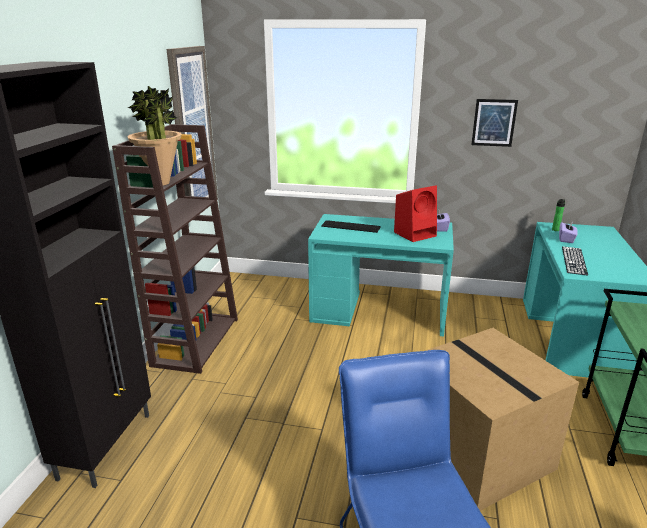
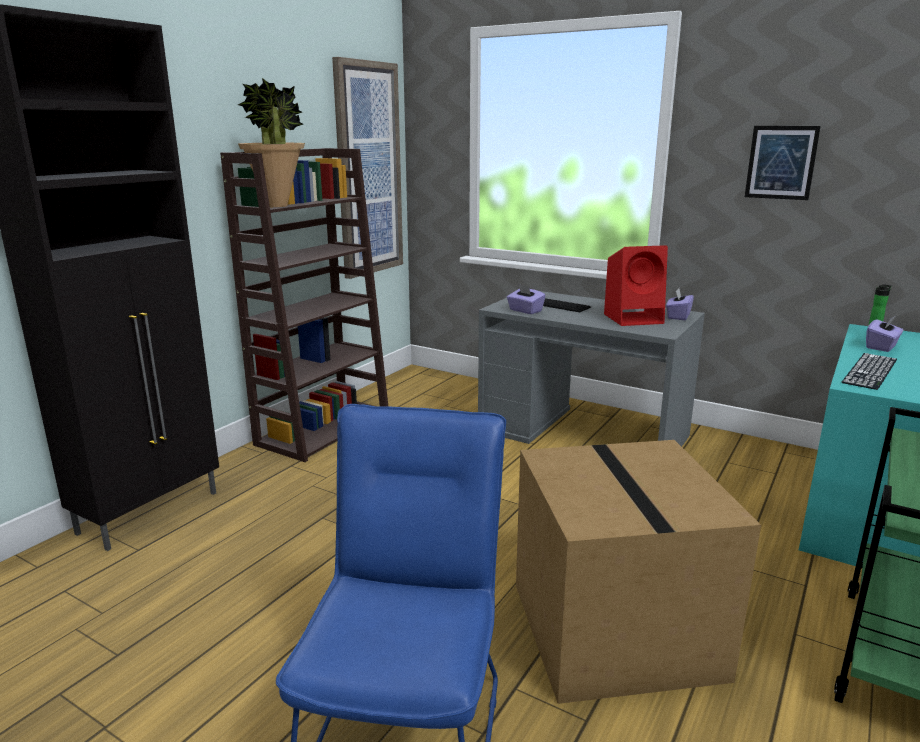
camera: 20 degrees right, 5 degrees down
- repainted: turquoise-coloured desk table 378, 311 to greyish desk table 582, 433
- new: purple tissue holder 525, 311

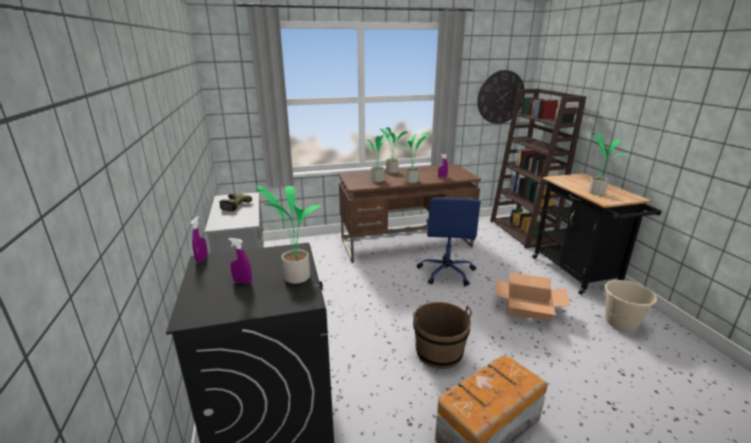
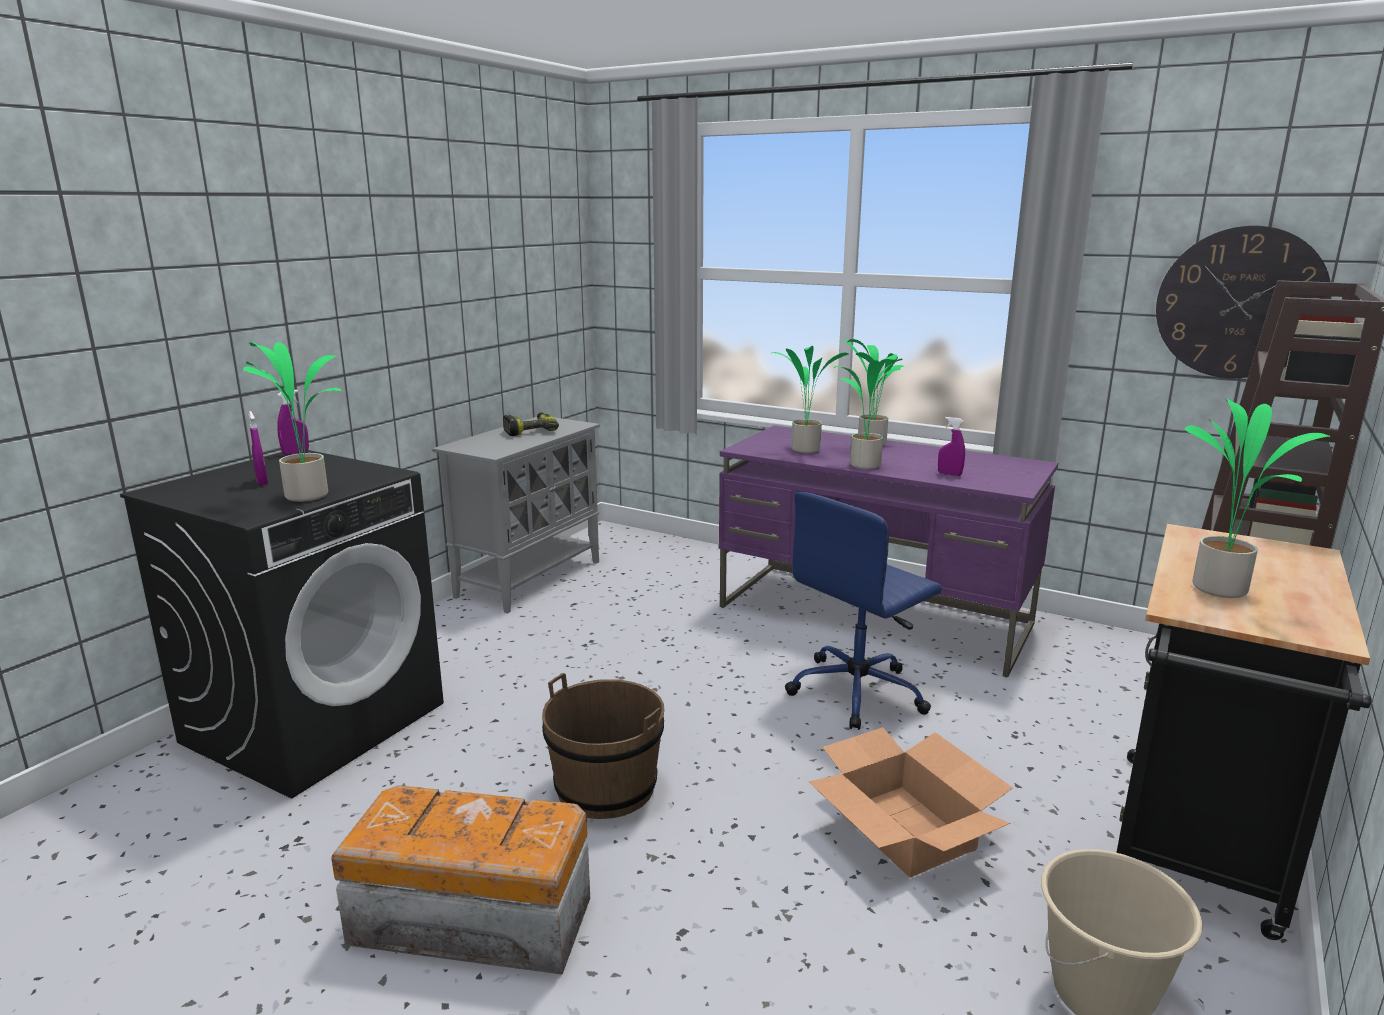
camera: 45 degrees right, 5 degrees down
- repainted: brownish desk table 406, 243 to purple desk table 875, 616

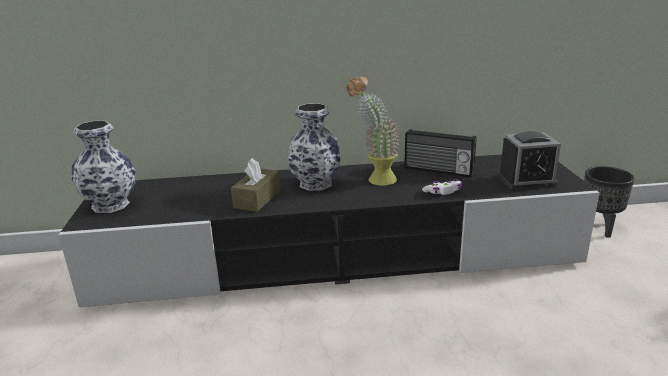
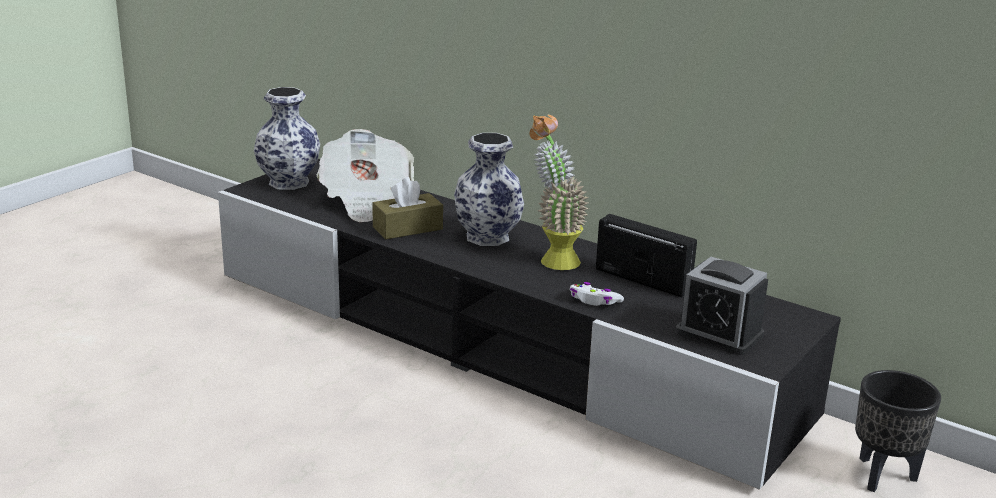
camera: 40 degrees right, 0 degrees up
- rotated: radio 438, 170 = 643, 279 150 degrees clockwise
- new: printed paper 367, 202

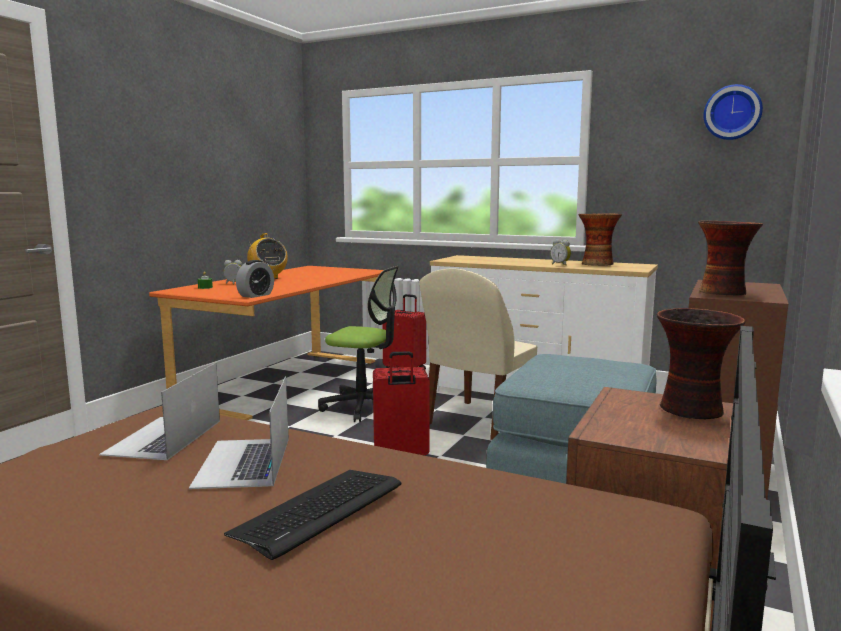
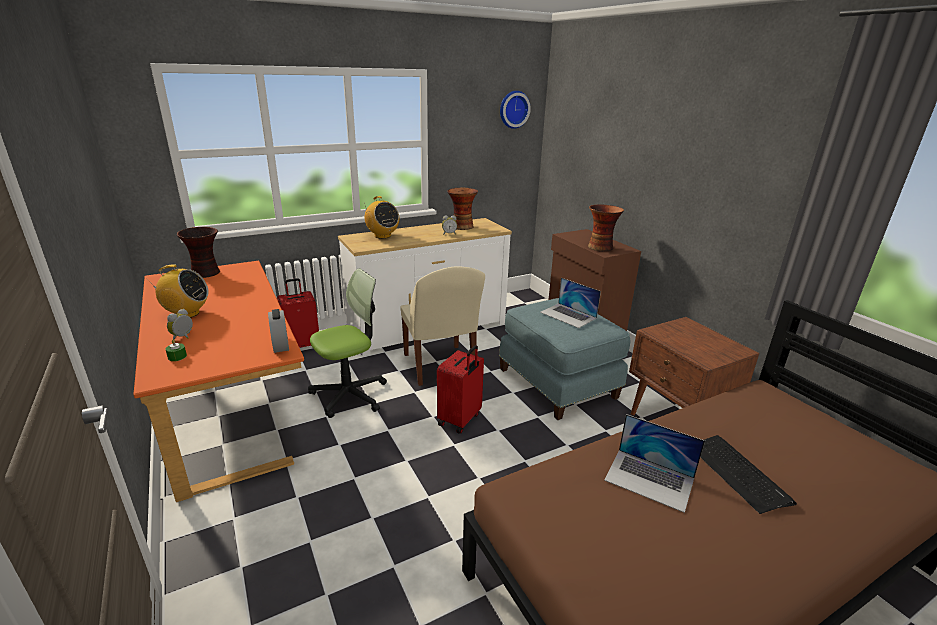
camera: 55 degrees left, 15 degrees up
- shifted: laptop 164, 437 to 568, 315
- shifted: decorative vase 693, 410 to 206, 273
- new: radio 382, 236

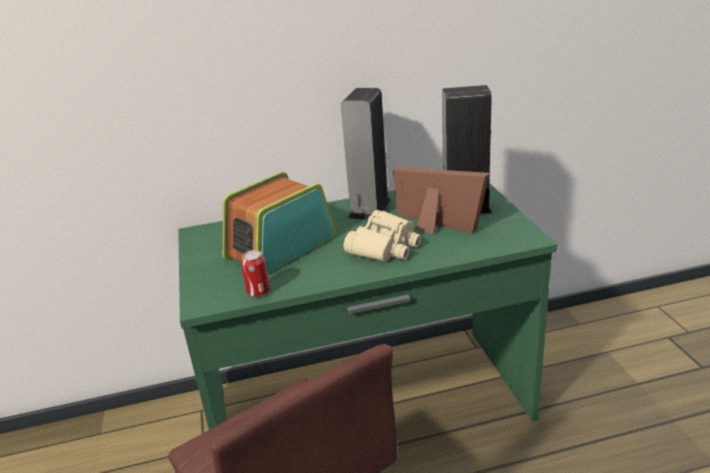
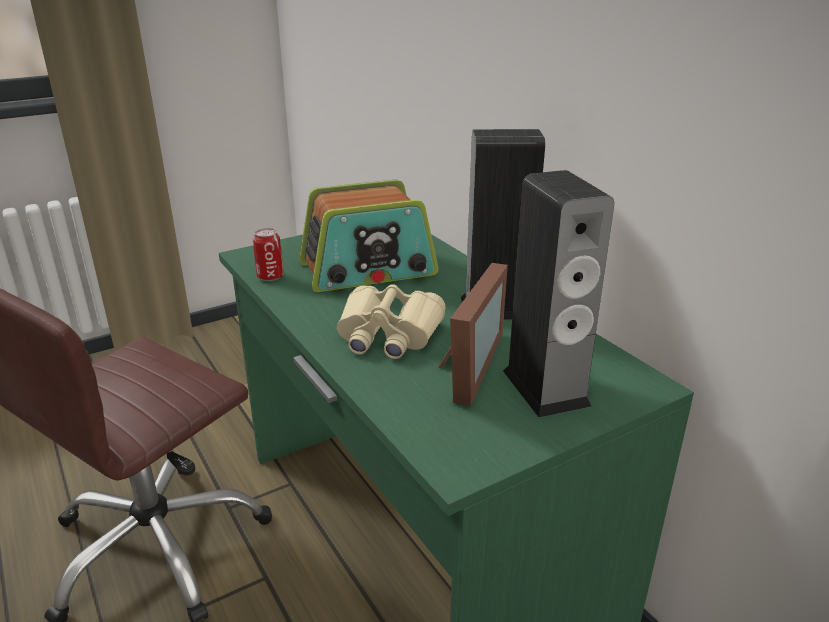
camera: 70 degrees right, 0 degrees up
- rotated: radio 280, 247 = 368, 270 135 degrees clockwise

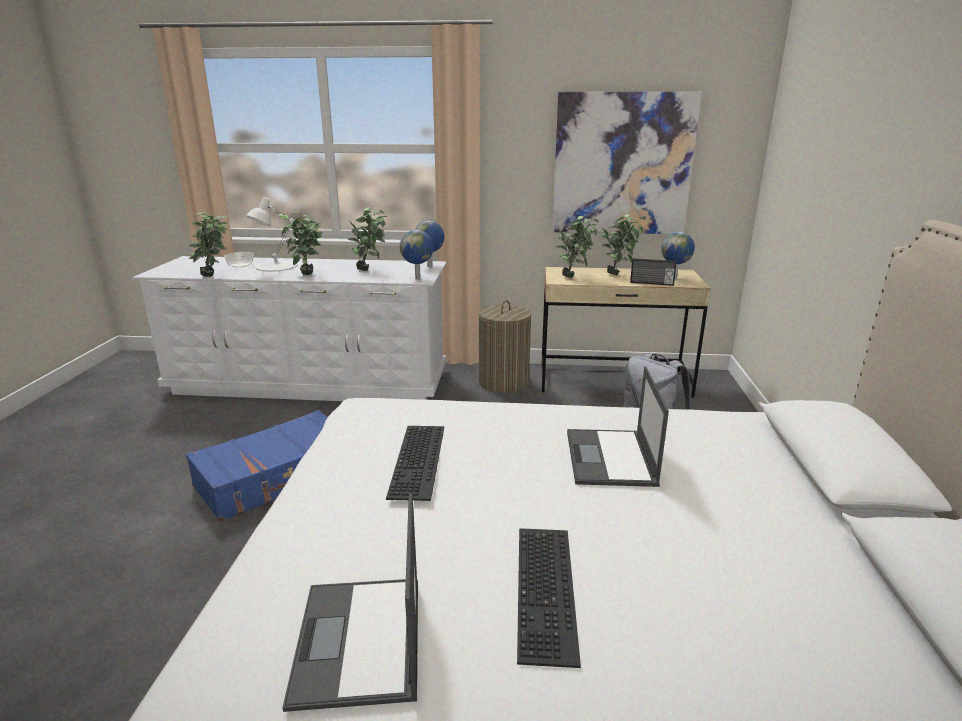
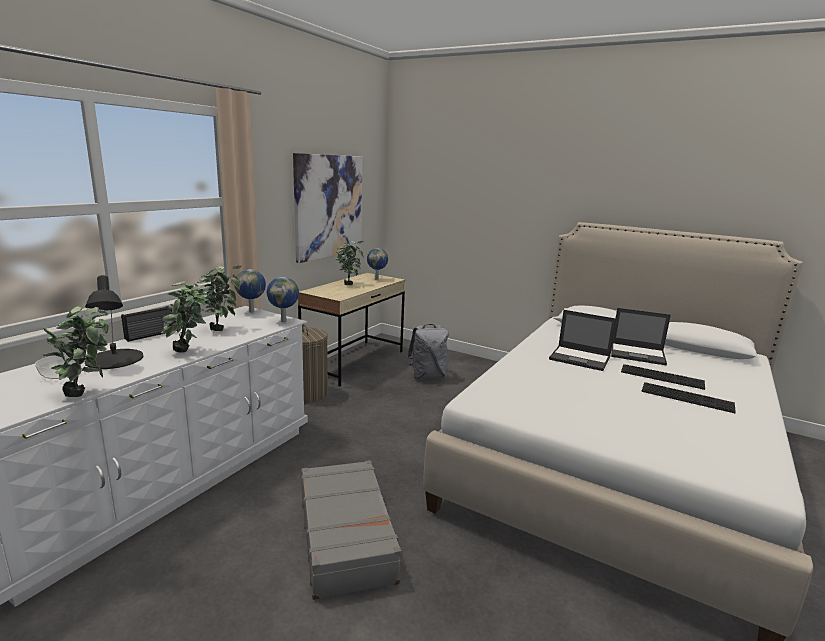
camera: 65 degrees left, 5 degrees down
- repainted: bluish suitcase 278, 477 to greyish suitcase 347, 536
- repainted: white table lamp 275, 266 to blackish table lamp 114, 359
- shifted: laptop 359, 642 to 638, 354
- shifted: computer keyboard 420, 461 to 663, 376
- gone: plant in a pot 575, 277
- shifted: radio 651, 283 to 150, 335

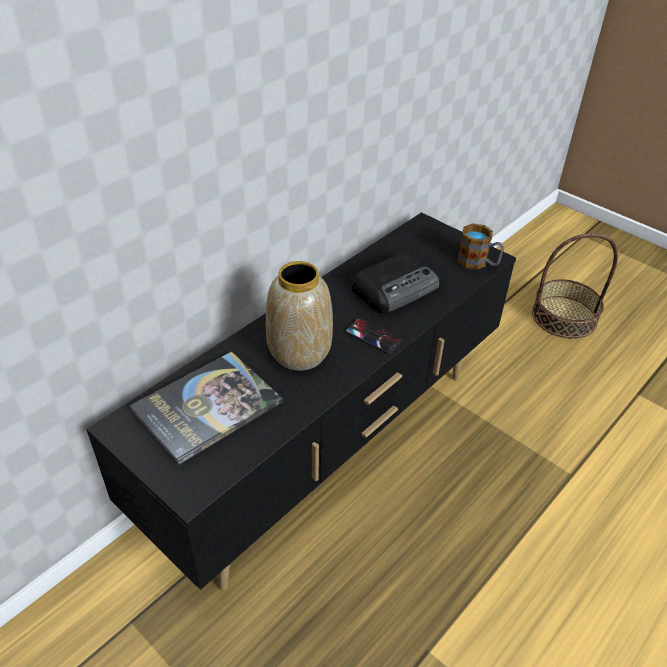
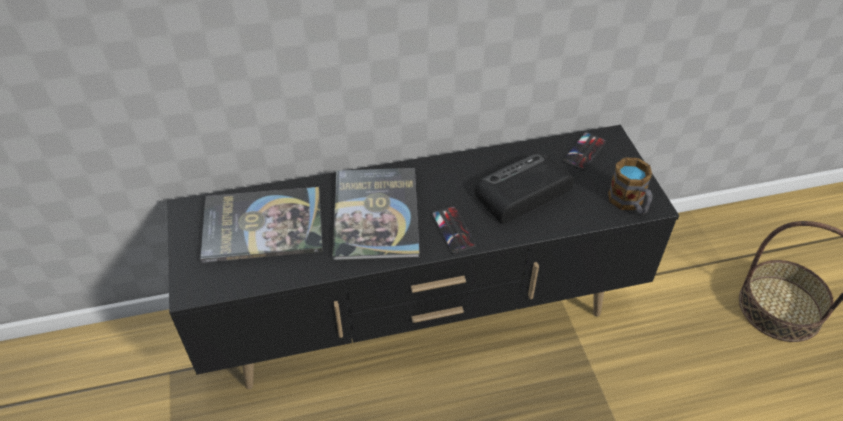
camera: 35 degrees right, 5 degrees up
- swapped: decorative vase 299, 352 to book 376, 214
- rotated: radio 398, 287 = 521, 193 150 degrees clockwise
- new: phone 584, 151

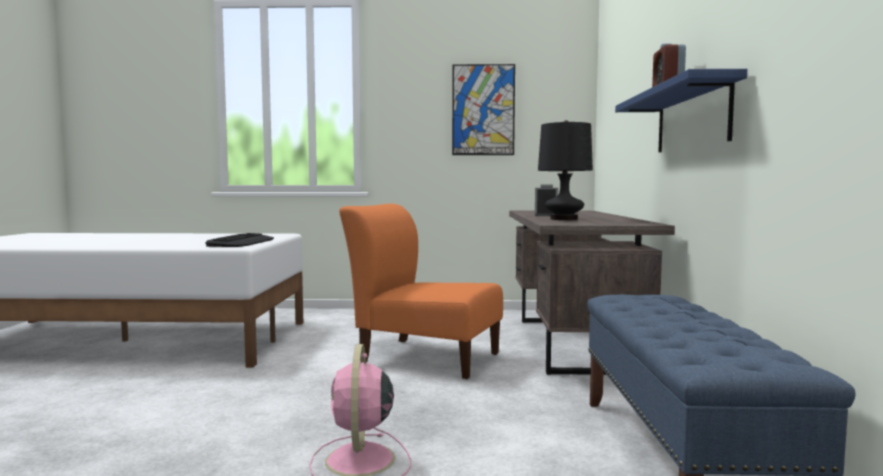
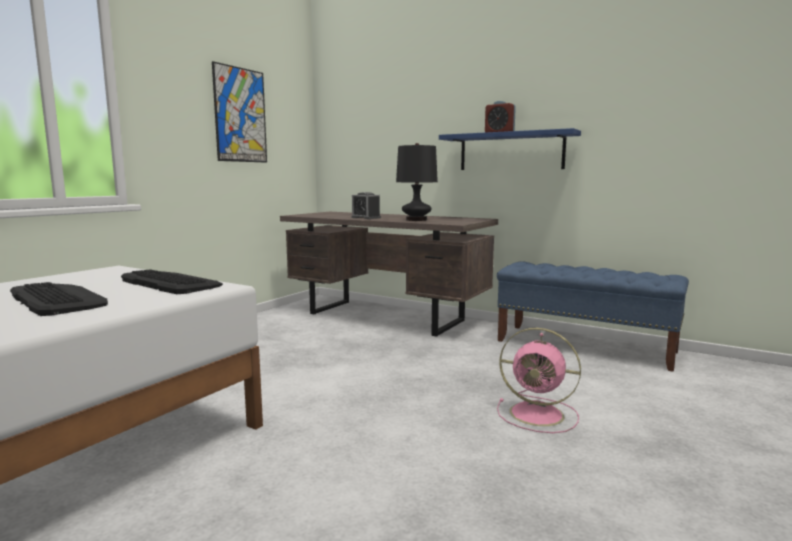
camera: 60 degrees left, 5 degrees up
- gone: orange plain chair 424, 357
- new: computer keyboard 58, 299

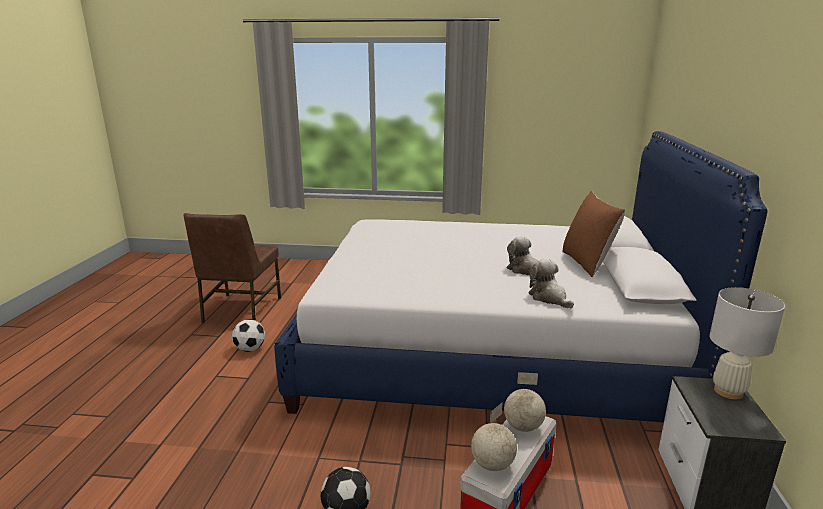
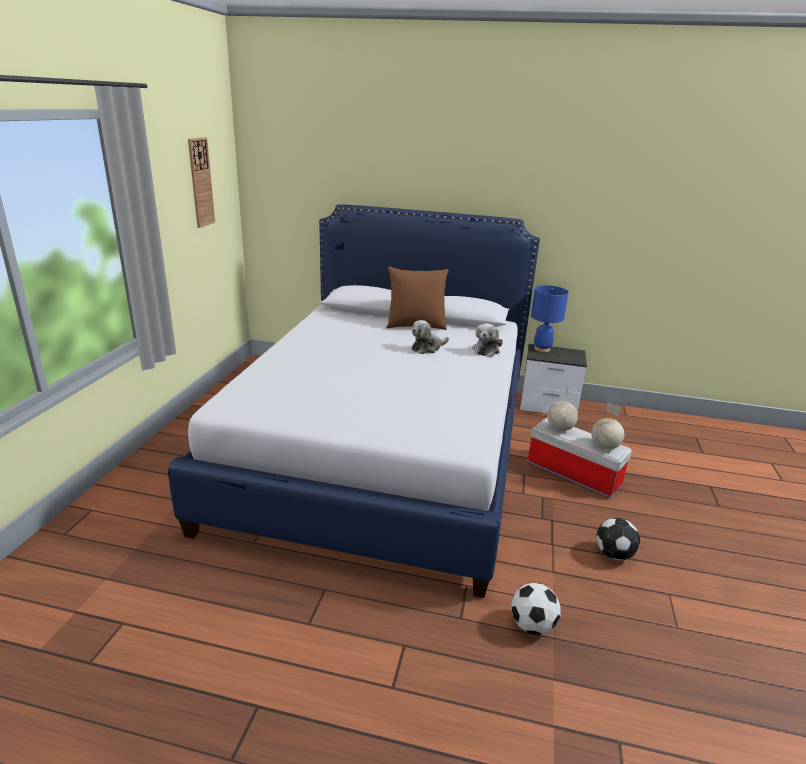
camera: 85 degrees left, 5 degrees up
- gone: brownish plain chair 240, 310
- shifted: ball for football 250, 349 to 532, 625
- rotated: plush toy 549, 298 = 486, 350 45 degrees counterclockwise
- repainted: white table lamp 728, 391 to bluish table lamp 542, 349
- new: clock on the wall 201, 183

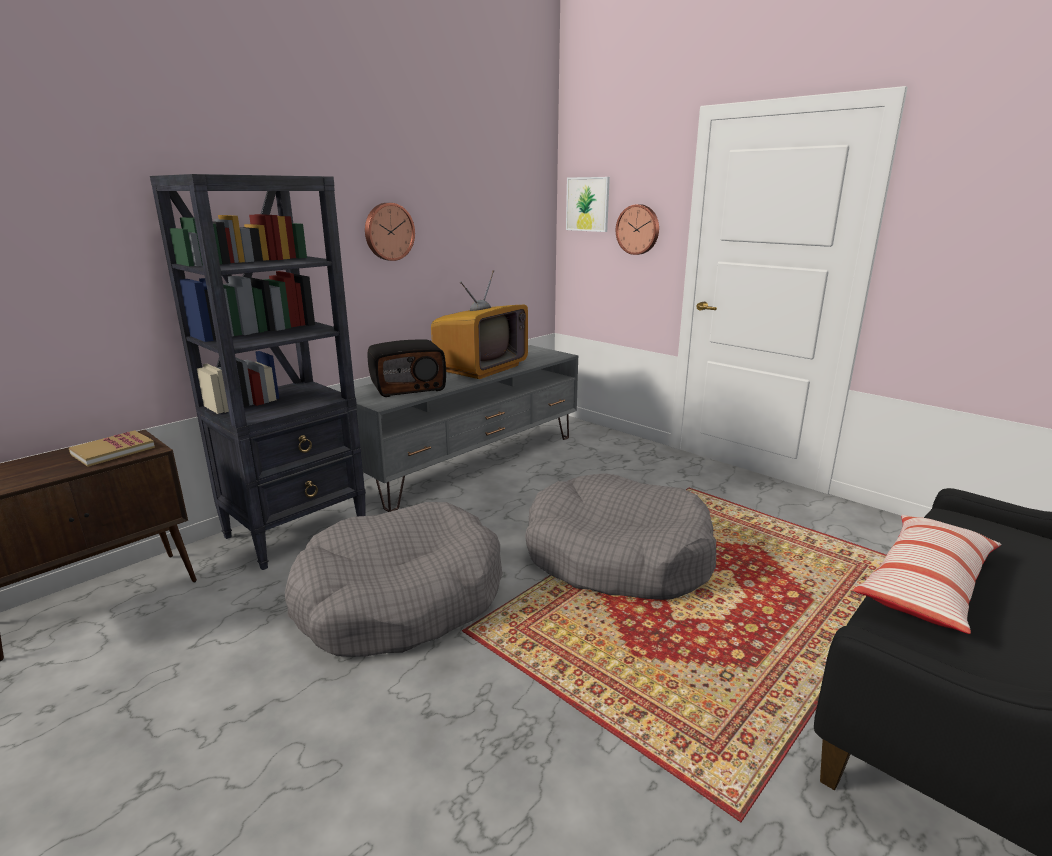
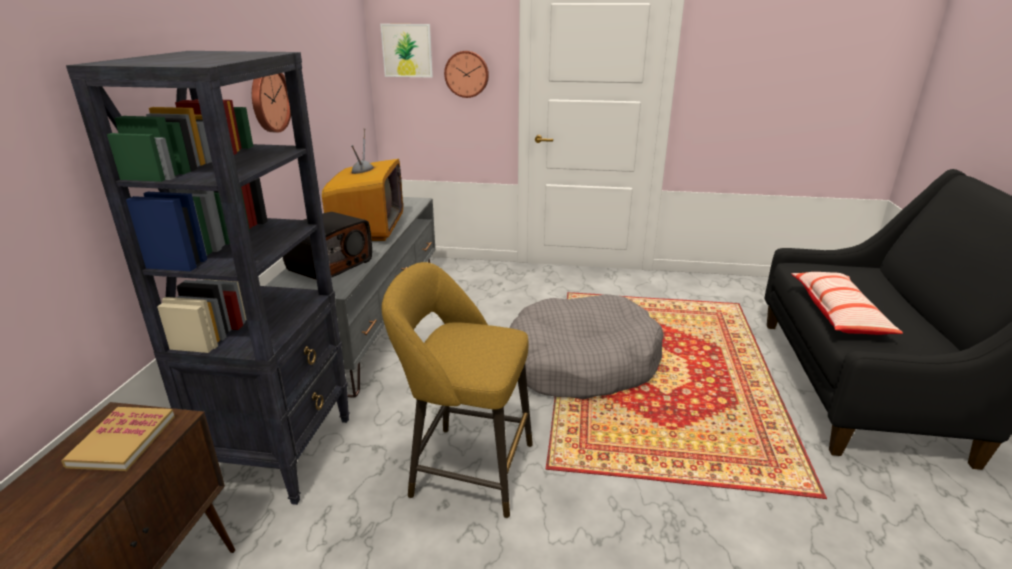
camera: 35 degrees left, 5 degrees up
- swapped: greyish dog bed 399, 599 to yellowish stool seat 465, 468

